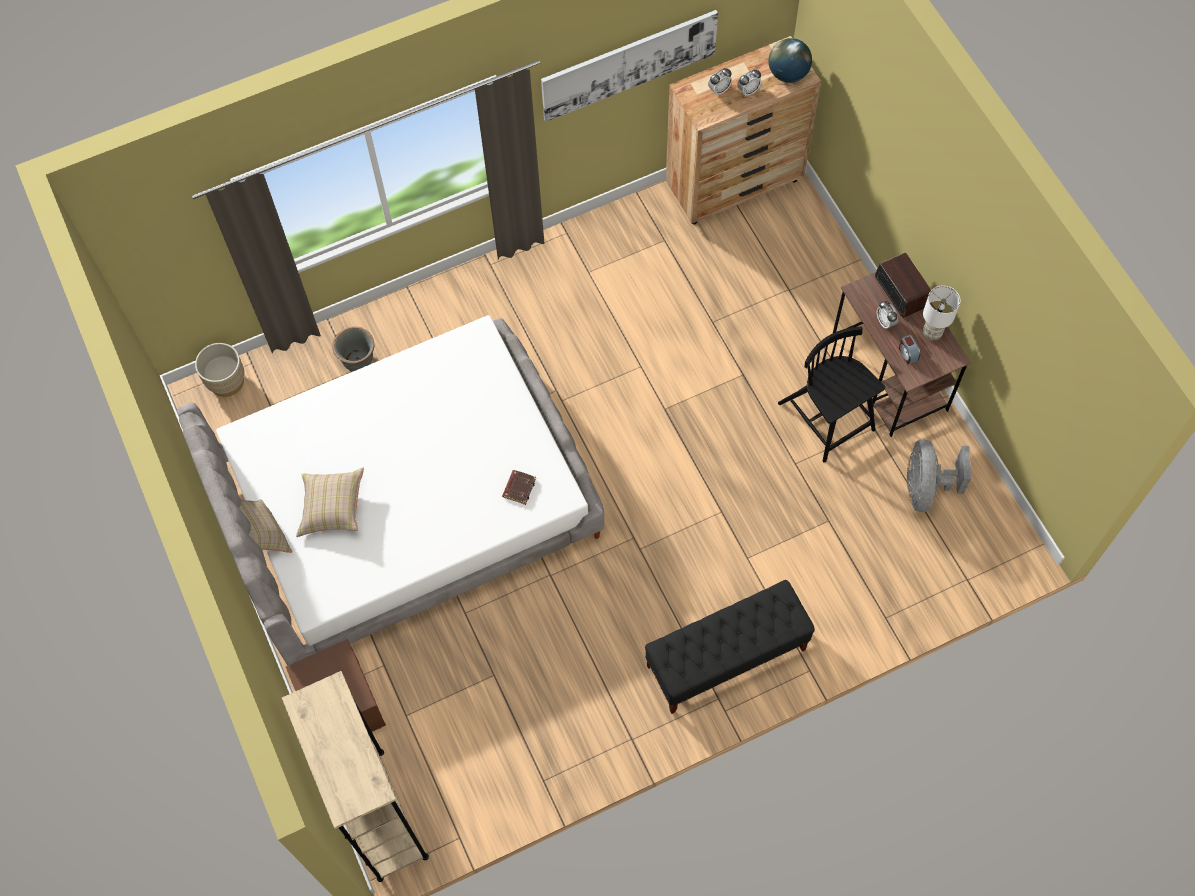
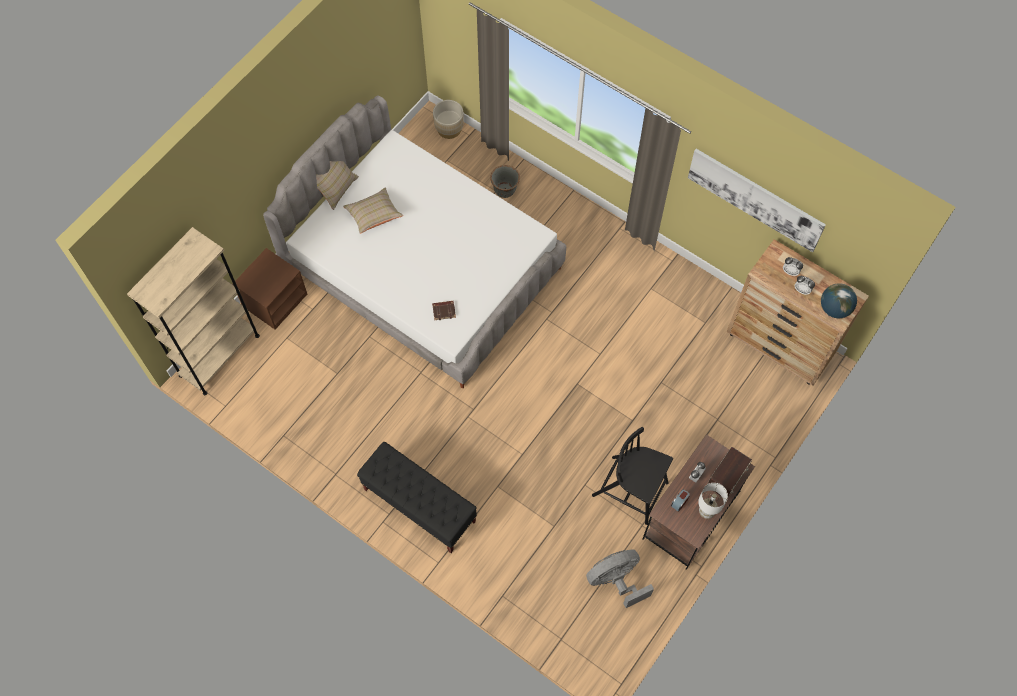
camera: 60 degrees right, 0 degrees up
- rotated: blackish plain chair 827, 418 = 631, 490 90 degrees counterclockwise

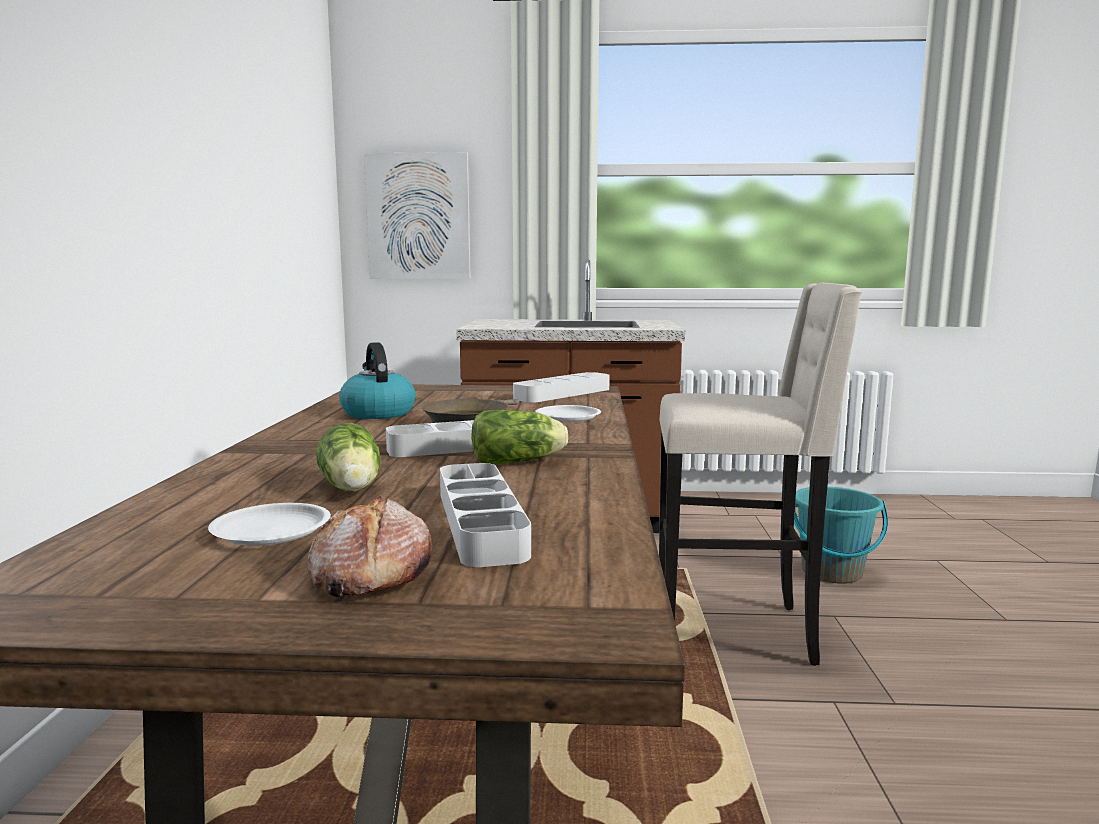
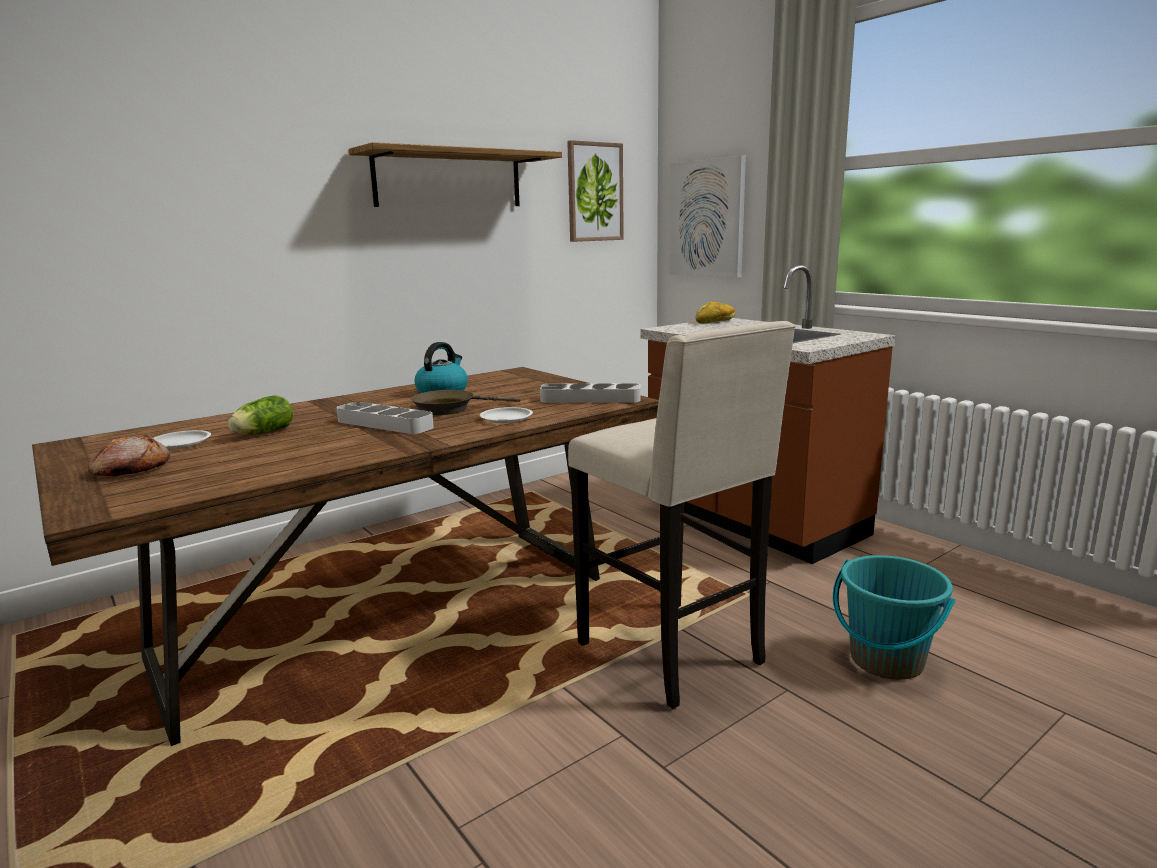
camera: 50 degrees right, 5 degrees up
- gone: greyish carrying tray 480, 522
- gone: head of lettuce 520, 462
- new: shelf 449, 179
- new: wall art 594, 192
- new: bakery bread 715, 321

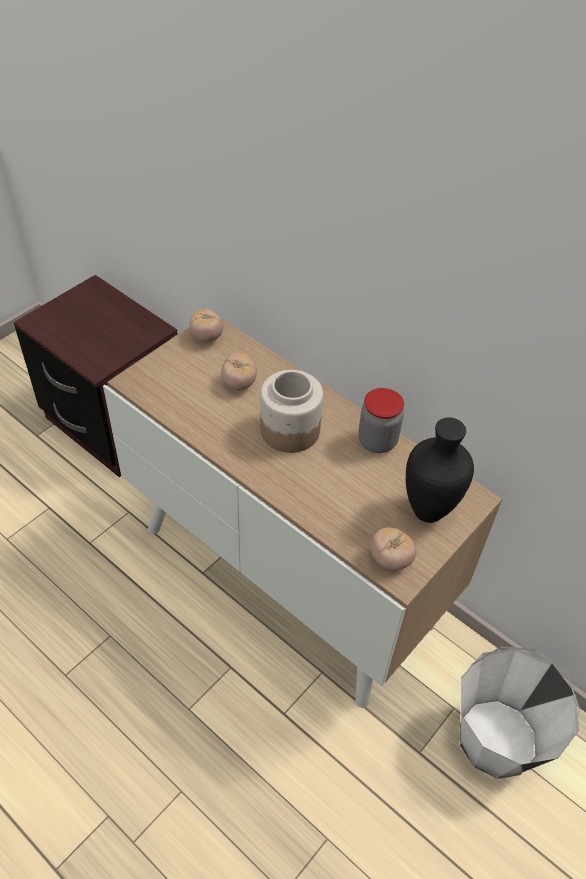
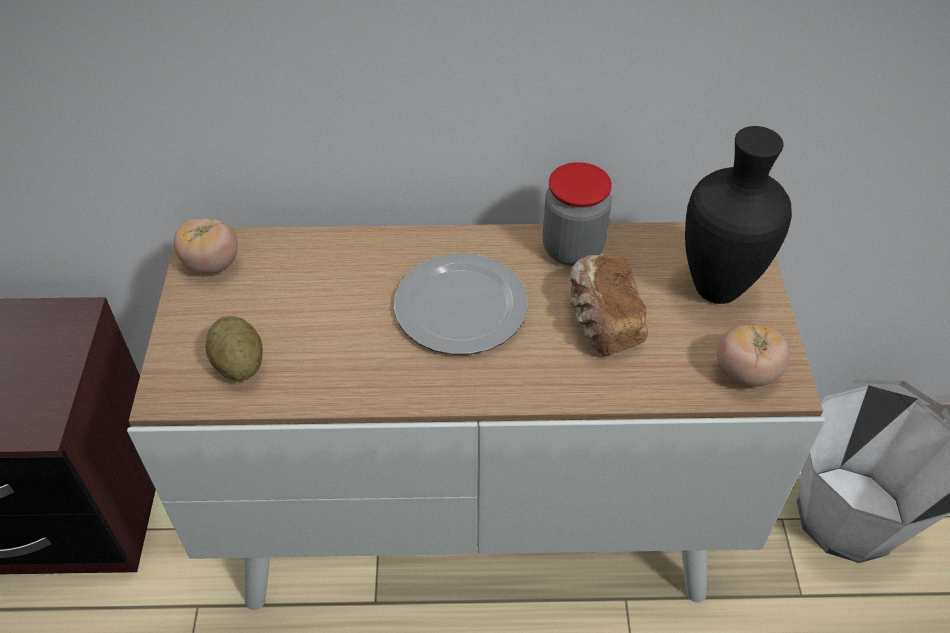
camera: 40 degrees left, 0 degrees up
- gone: whole tomato 239, 383
- swapped: storage jar 289, 430 to flat dish 458, 308
- new: spud 239, 364
- new: bakery bread 601, 321

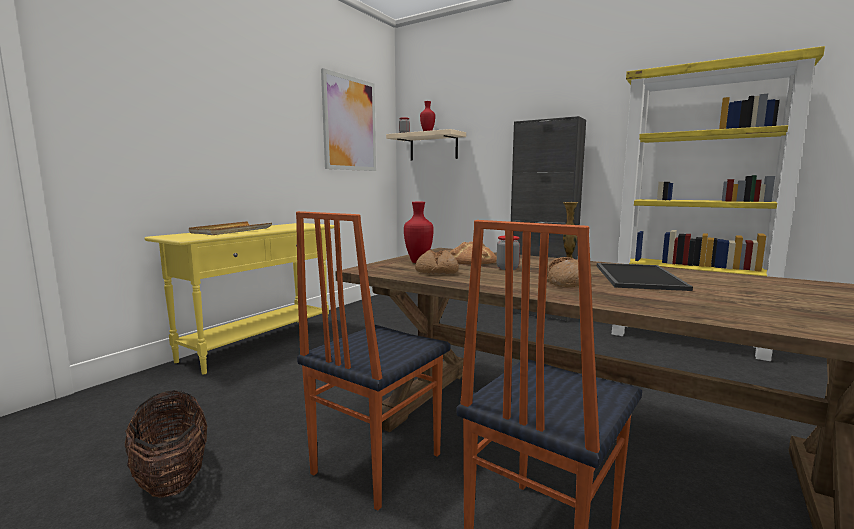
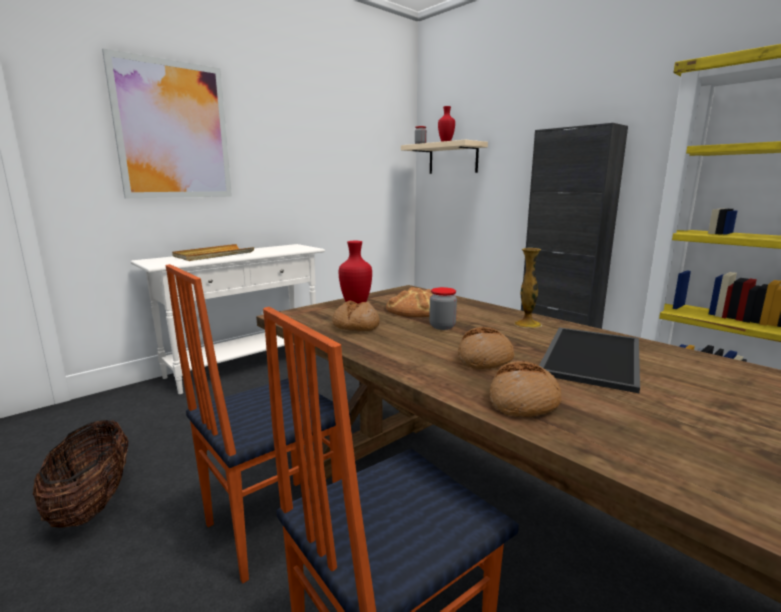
camera: 15 degrees right, 5 degrees up
- repainted: yellowish narrow table 260, 343 to white narrow table 246, 365
- shifted: wall art 349, 124 to 173, 131
- new: bakery bread 523, 402

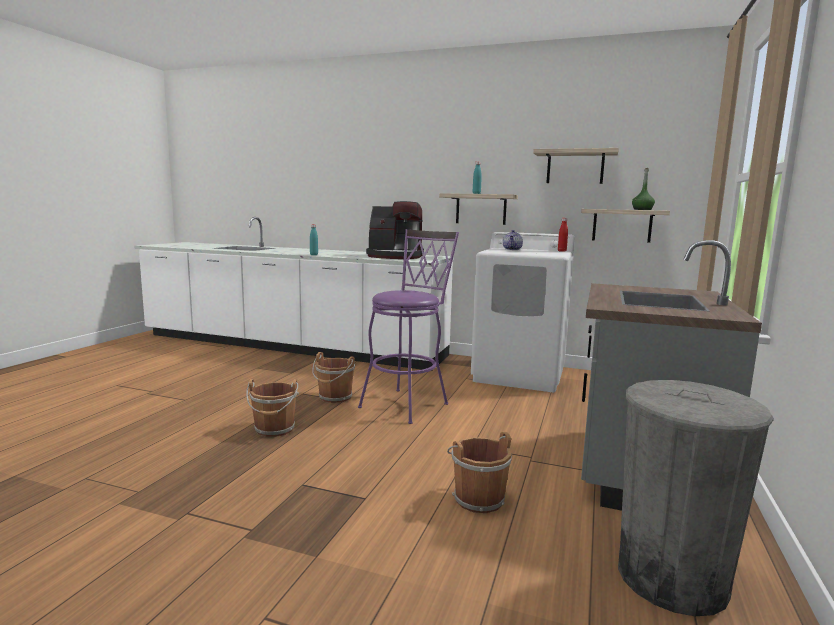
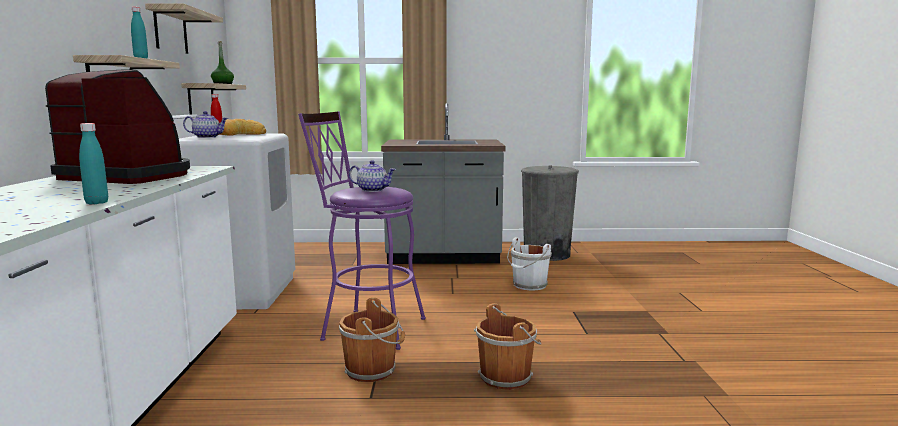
camera: 110 degrees left, 0 degrees up
- rotated: coffee brewer 395, 256 = 129, 176 60 degrees counterclockwise
- repainted: brownish bucket 477, 498 to white bucket 529, 285
- new: bakery bread 238, 134
- new: pot for tea 373, 190

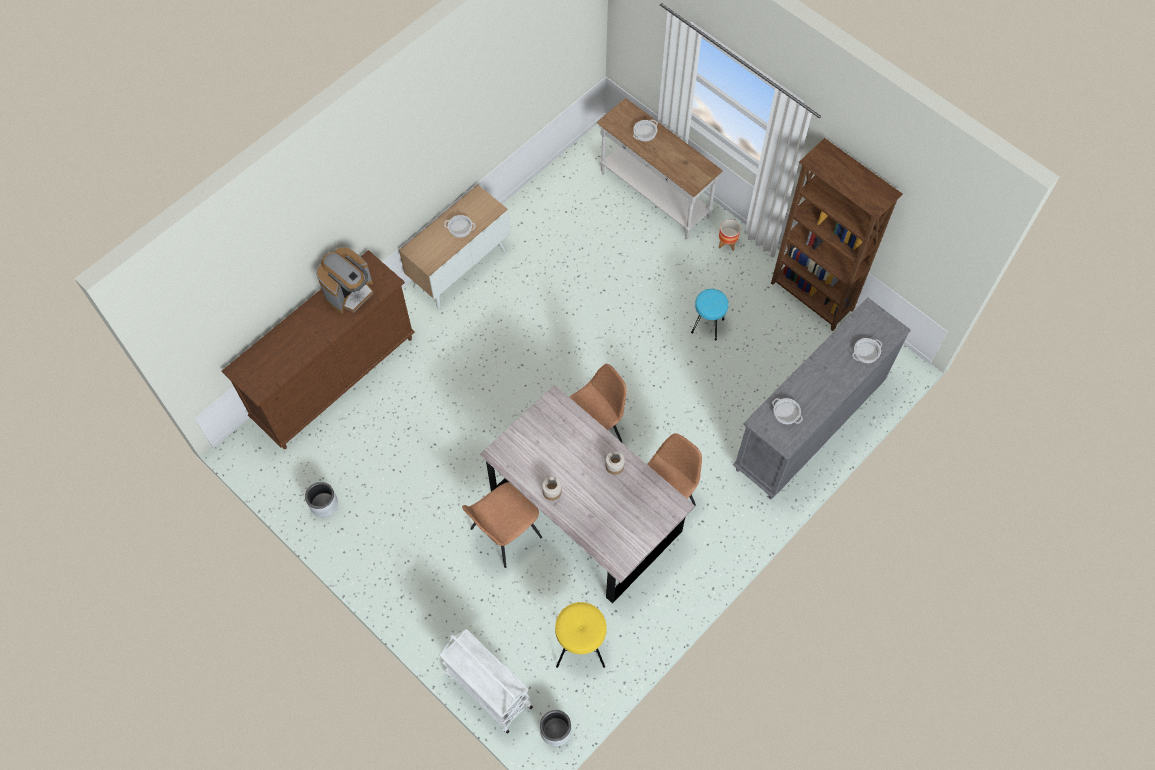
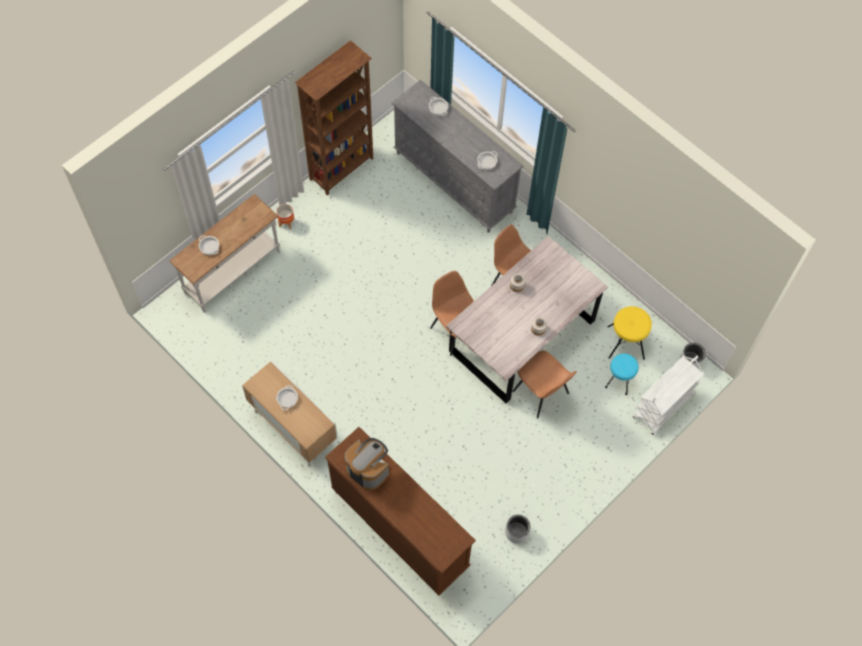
camera: 90 degrees left, 0 degrees up
- shifted: turquoise-coloured stool seat 707, 325 to 618, 381

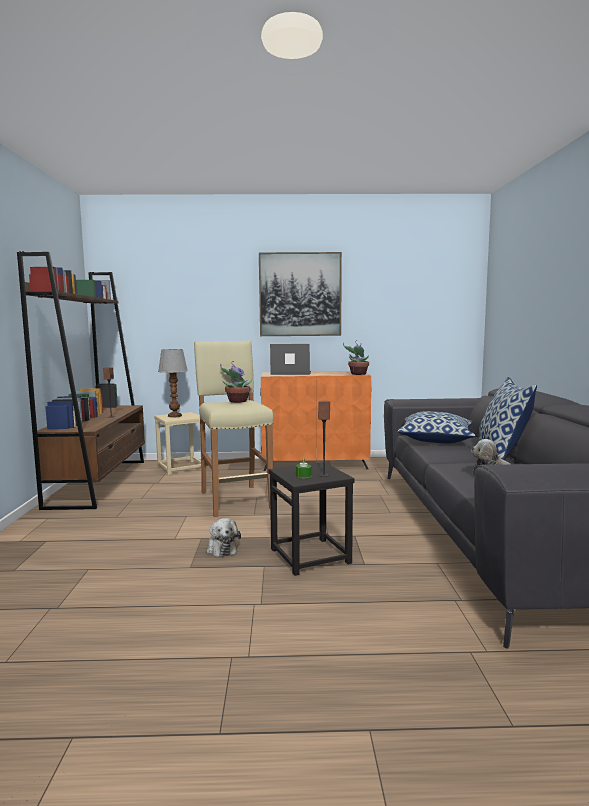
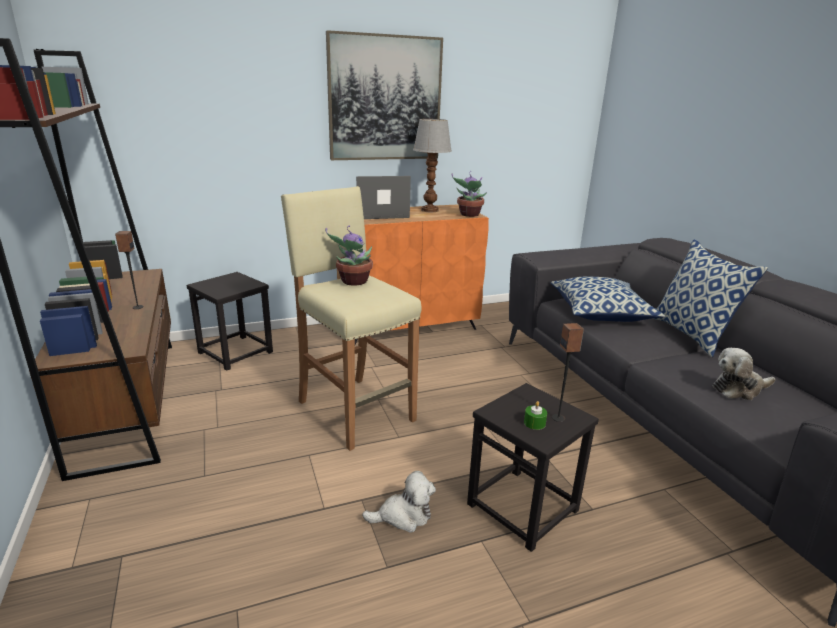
camera: 20 degrees left, 15 degrees up
- repainted: beige stool seat 181, 468 to blackish stool seat 236, 352
- shifted: table lamp 175, 416 to 430, 210
- rotated: plush toy 222, 548 = 403, 516 60 degrees counterclockwise

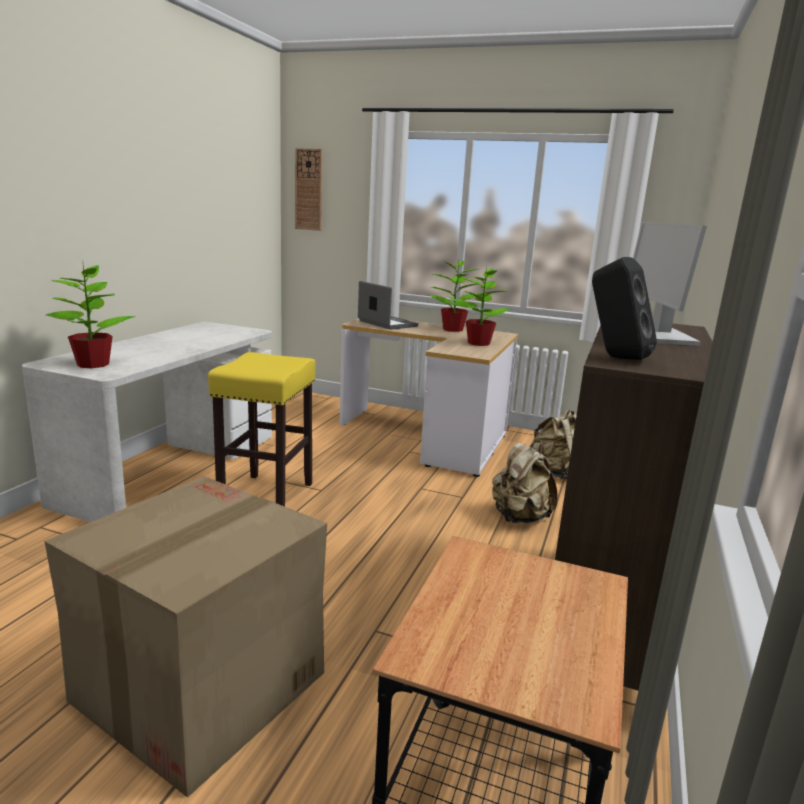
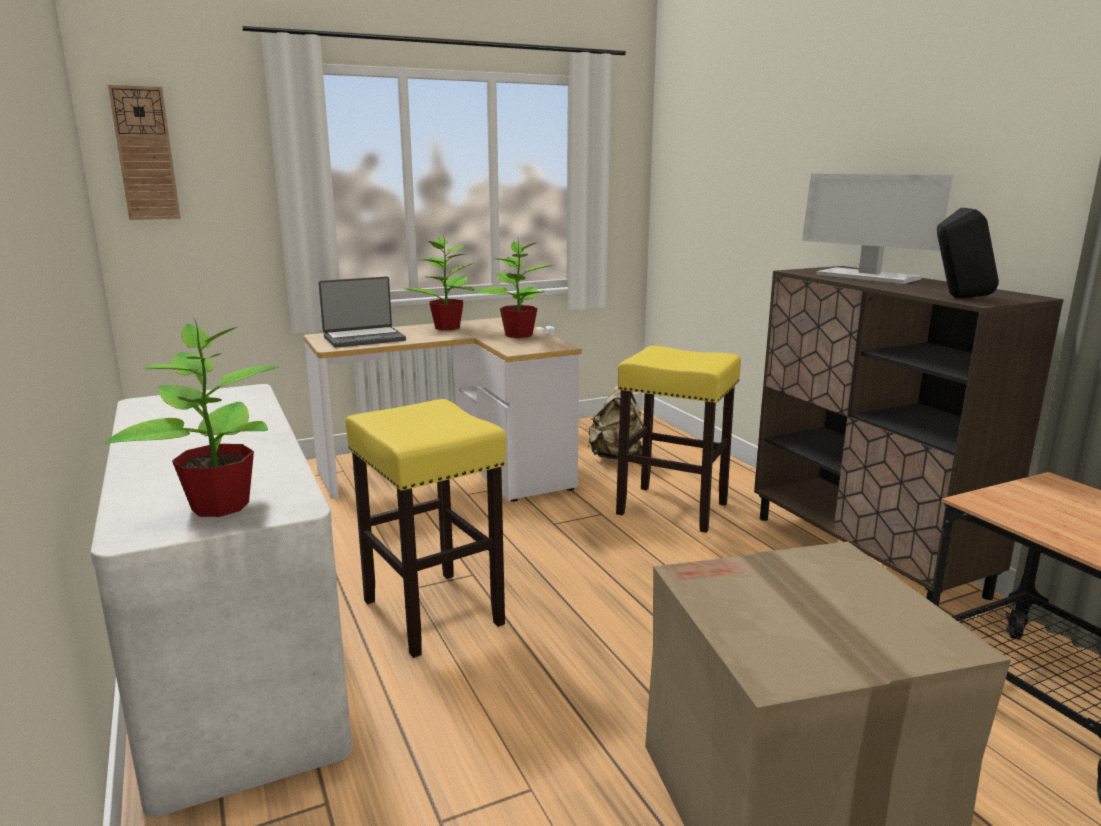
camera: 45 degrees left, 0 degrees up
- rotated: laptop 386, 324 = 364, 338 150 degrees clockwise
- swapped: beige backpack 519, 518 to yellowish stool seat 674, 508

